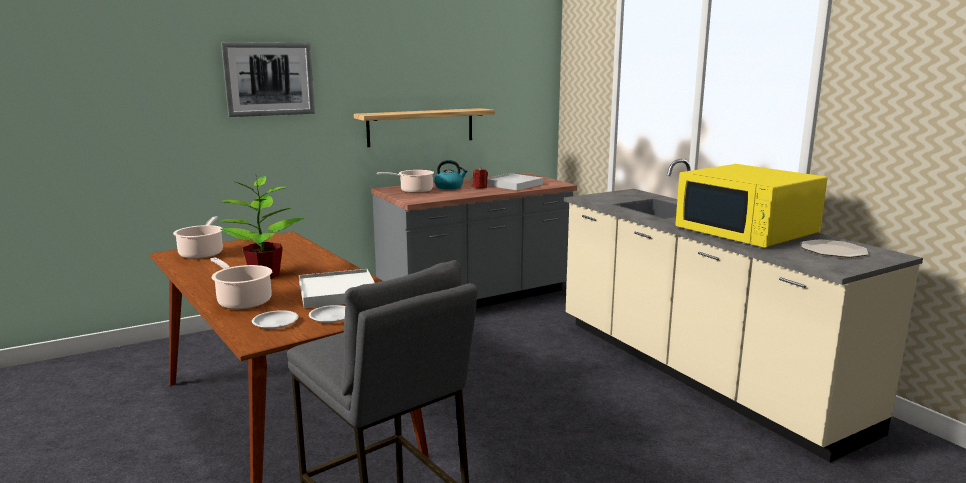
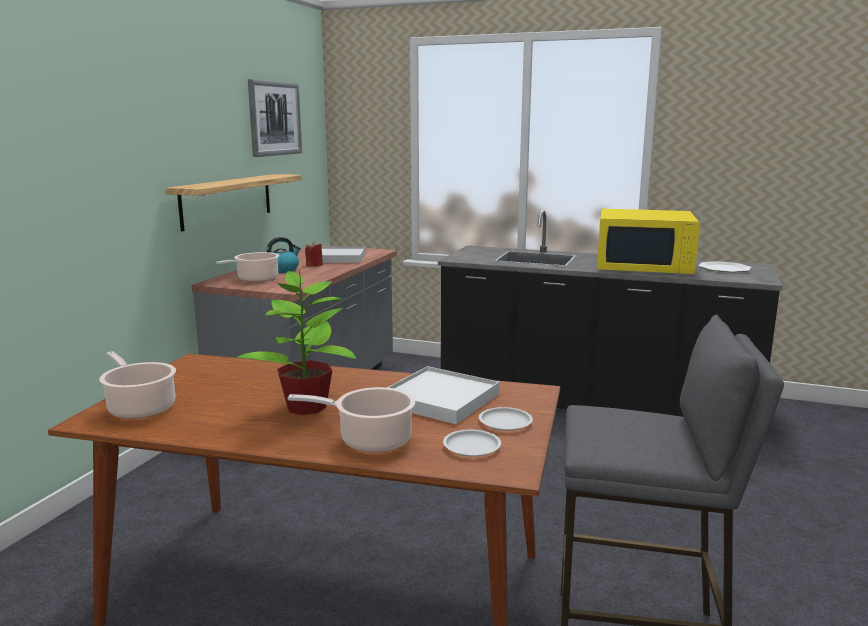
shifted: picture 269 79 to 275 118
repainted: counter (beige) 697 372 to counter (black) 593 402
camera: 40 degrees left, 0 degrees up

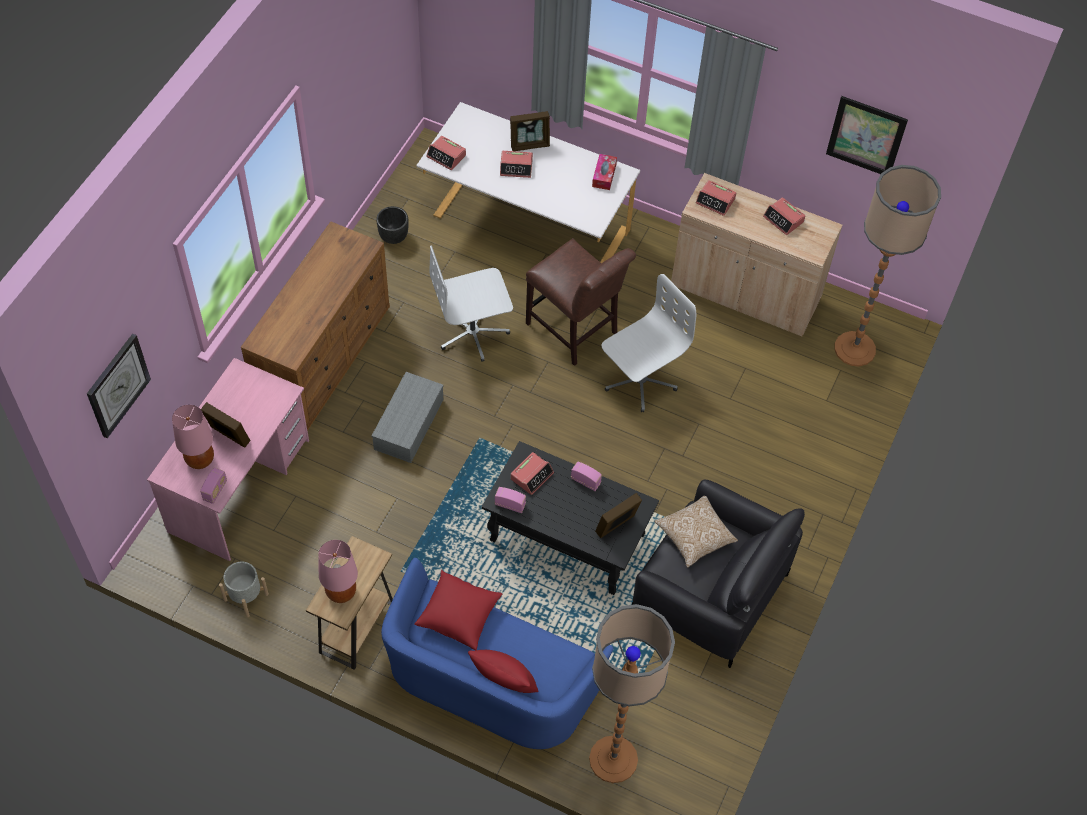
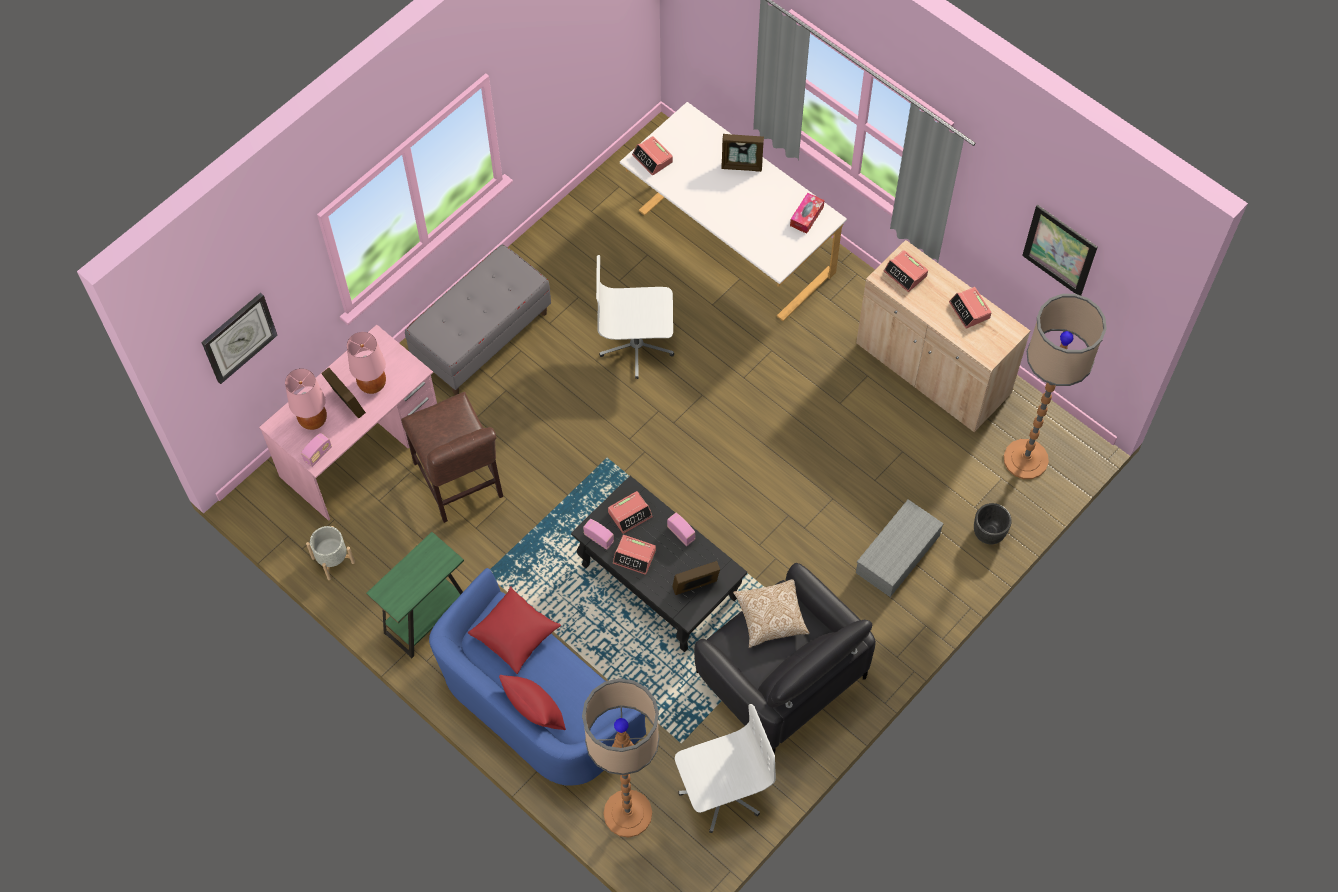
shifted: table lamp (pink) 341 593 to 372 385; chair (brown) 574 331 to 460 484; alarm clock 516 167 to 634 557; office chair (white) 639 380 to 721 791; storage box (grey) 409 425 to 897 555; planter (black) 393 237 to 988 533
swapped: dresser (brown) 324 358 to bench (grey) 482 337
repainted: side table (brown) 356 627 to side table (green) 427 617
camera: 20 degrees right, 5 degrees up

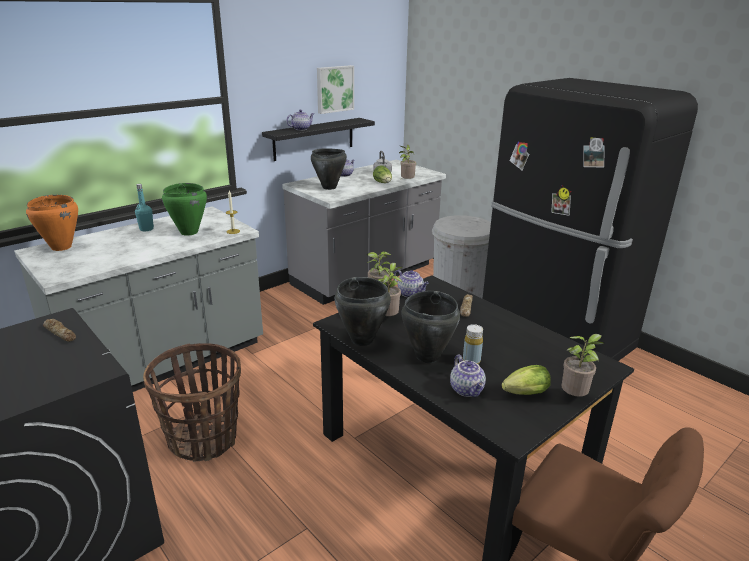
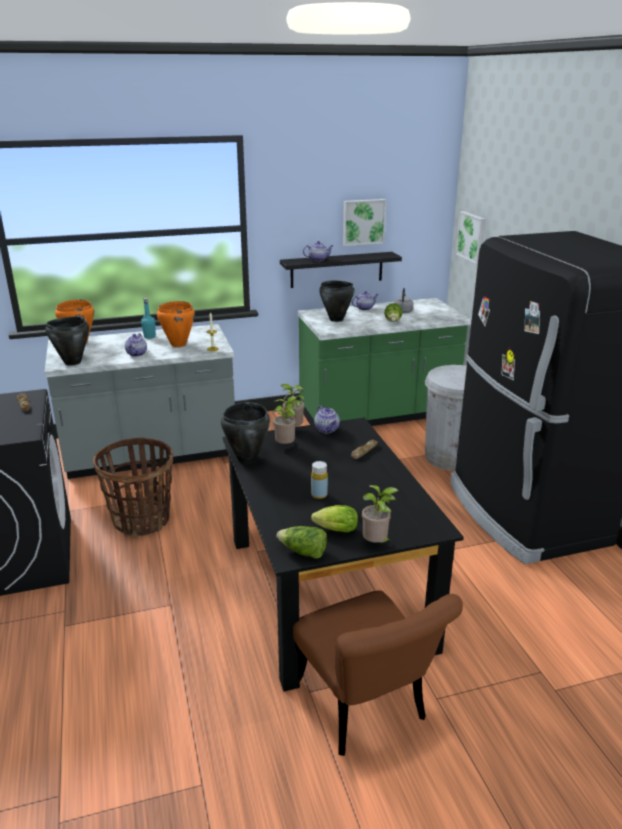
gone: potted plant 406 182
new: lettuce 303 552; picture 472 237
shifted: cooking pot (black) 427 357 to 72 362; teapot 467 390 to 137 354
repainted: cooking pot (green) 189 232 to cooking pot (orange) 178 344; counter (grey) 366 276 to counter (green) 378 414
camera: 25 degrees right, 0 degrees up

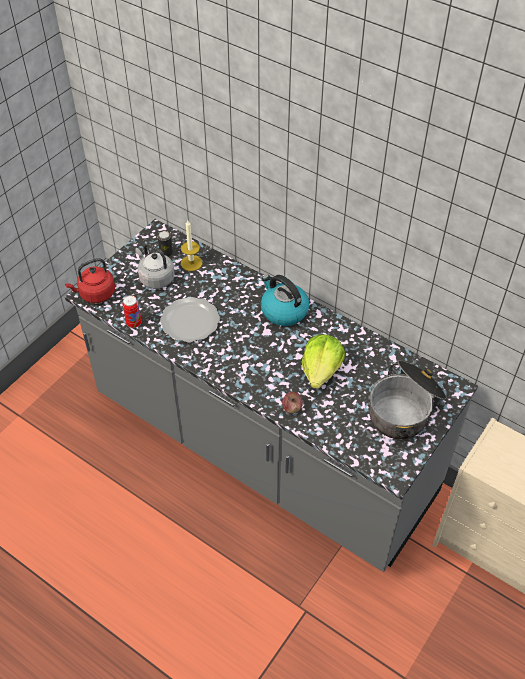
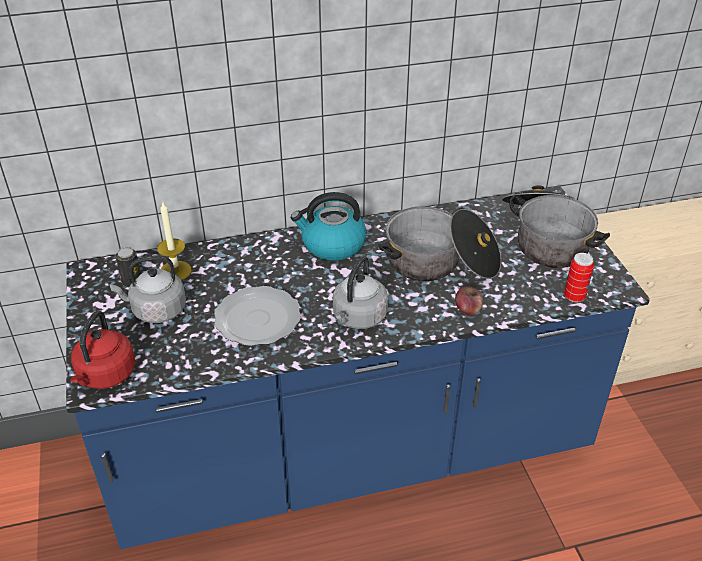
new: kettle (grey) 358 318
shifted: can 134 323 to 574 297
swapped: lettuce 321 370 to cooking pot 440 263
repainted: counter (grey) 262 447 to counter (blue) 351 452
camera: 50 degrees left, 10 degrees down

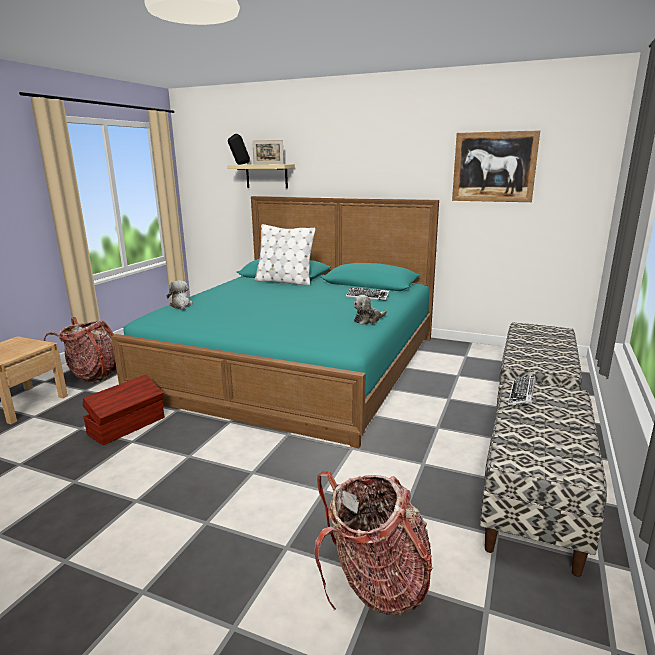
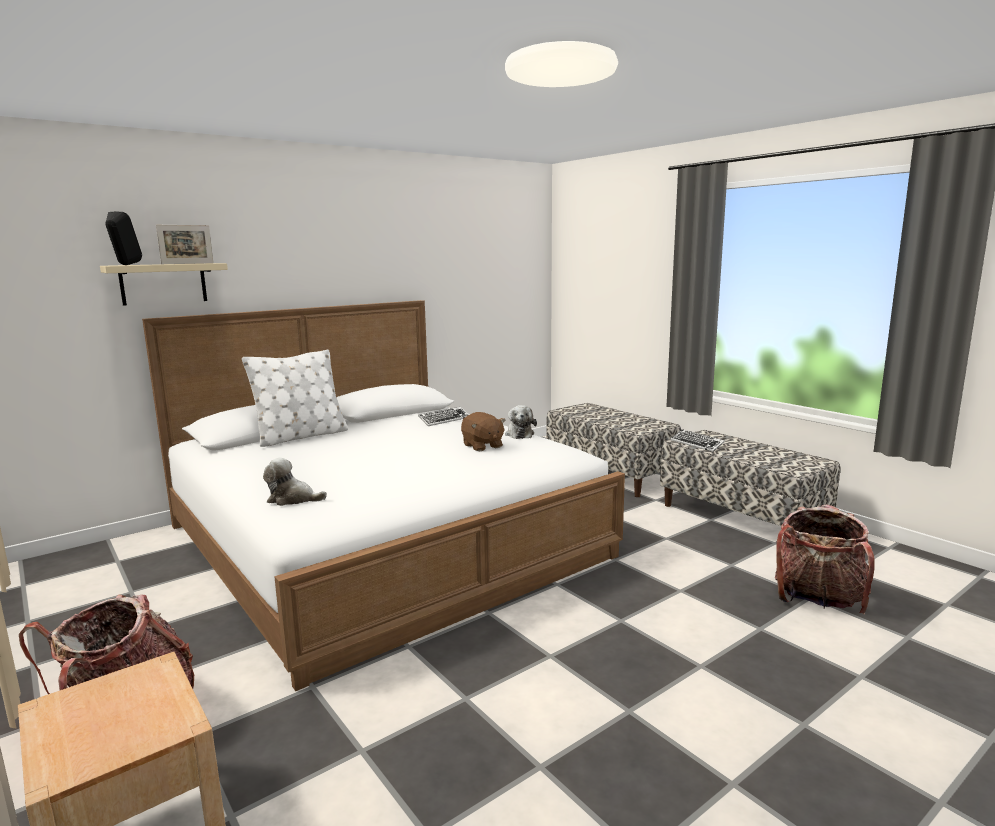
gone: storage box (brown) 128 426; picture 494 167
new: plush toy (brown) 482 446
repainted: bed (turquoise) 296 364 to bed (white) 382 540
camera: 60 degrees left, 5 degrees down

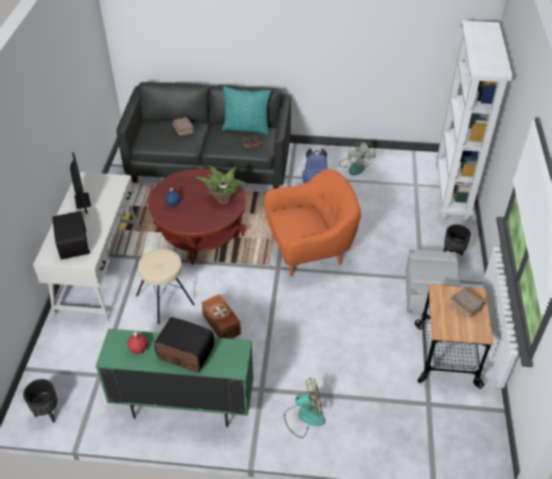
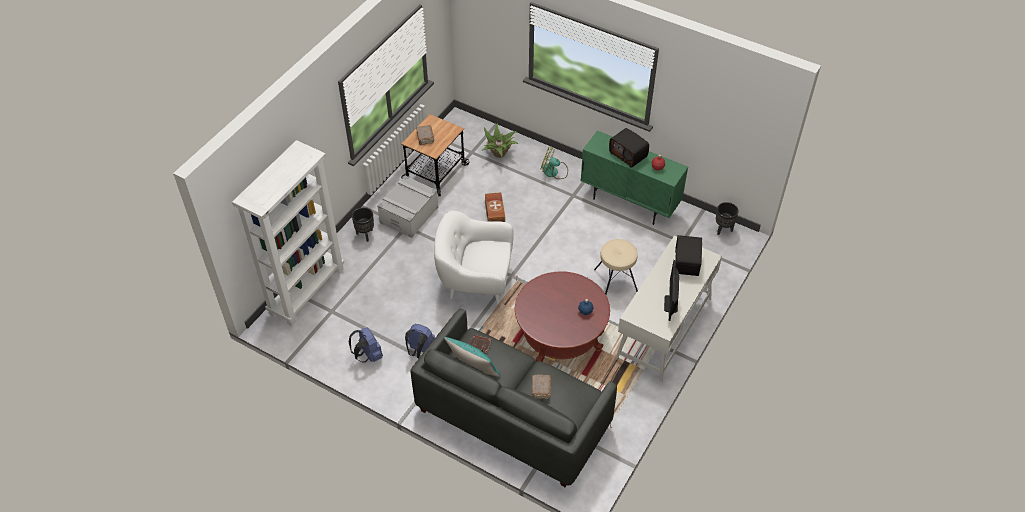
shifted: potted plant 223 198 to 499 154; storage box (brown) 221 325 to 495 215
swapped: fan 355 166 to backpack (blue) 368 355
repainted: armchair (orange) 310 251 to armchair (white) 475 281
camera: 155 degrees left, 5 degrees up

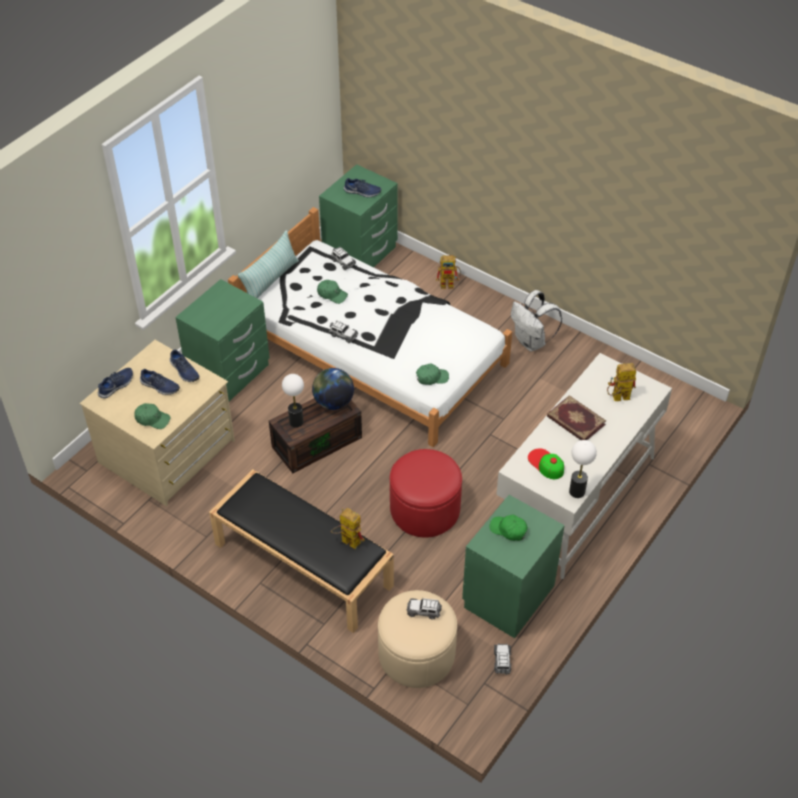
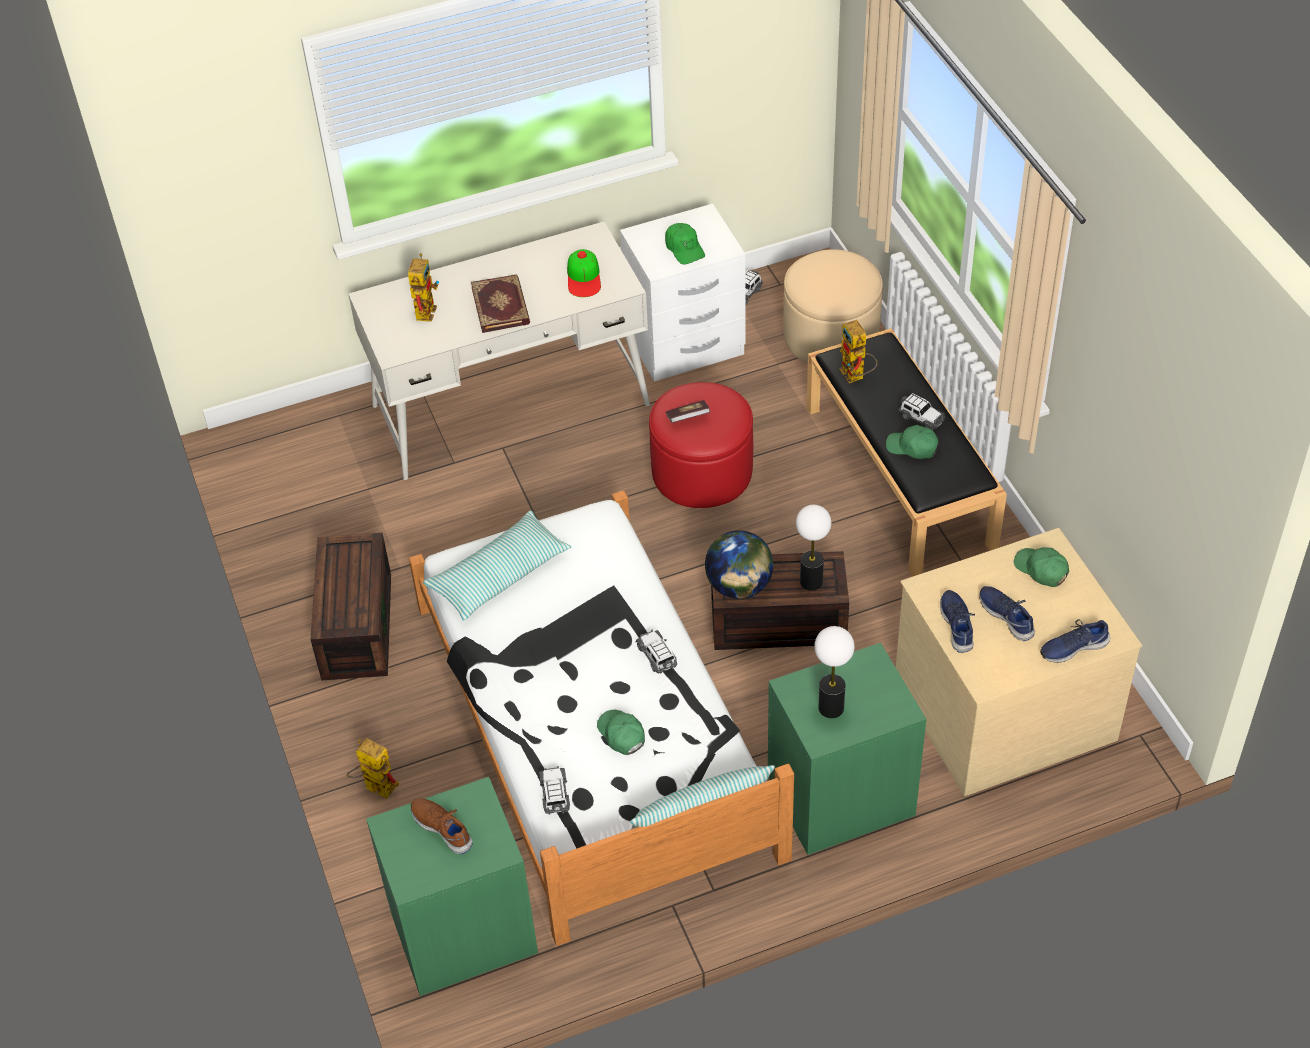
new: pillow 499 574; book 688 418
shifted: table lamp 576 491 to 831 708; cap (green) 431 377 to 912 447; toy car 424 611 to 921 418
swapped: backpack (white) 532 342 to storage box (brown) 355 624
repainted: shoe (blue) 362 192 to shoe (brown) 443 828; nightstand (green) 507 595 to nightstand (white) 685 345
rotated: toy robot 617 398 = 425 309 105 degrees counterclockwise
camera: 145 degrees left, 0 degrees up

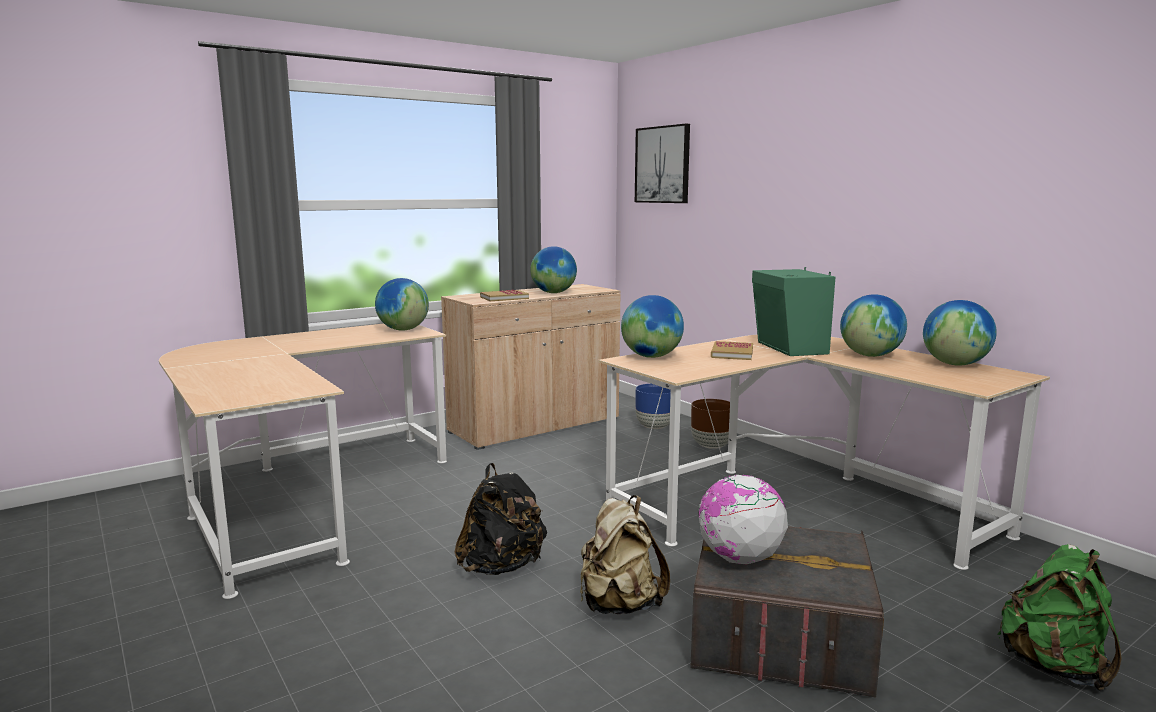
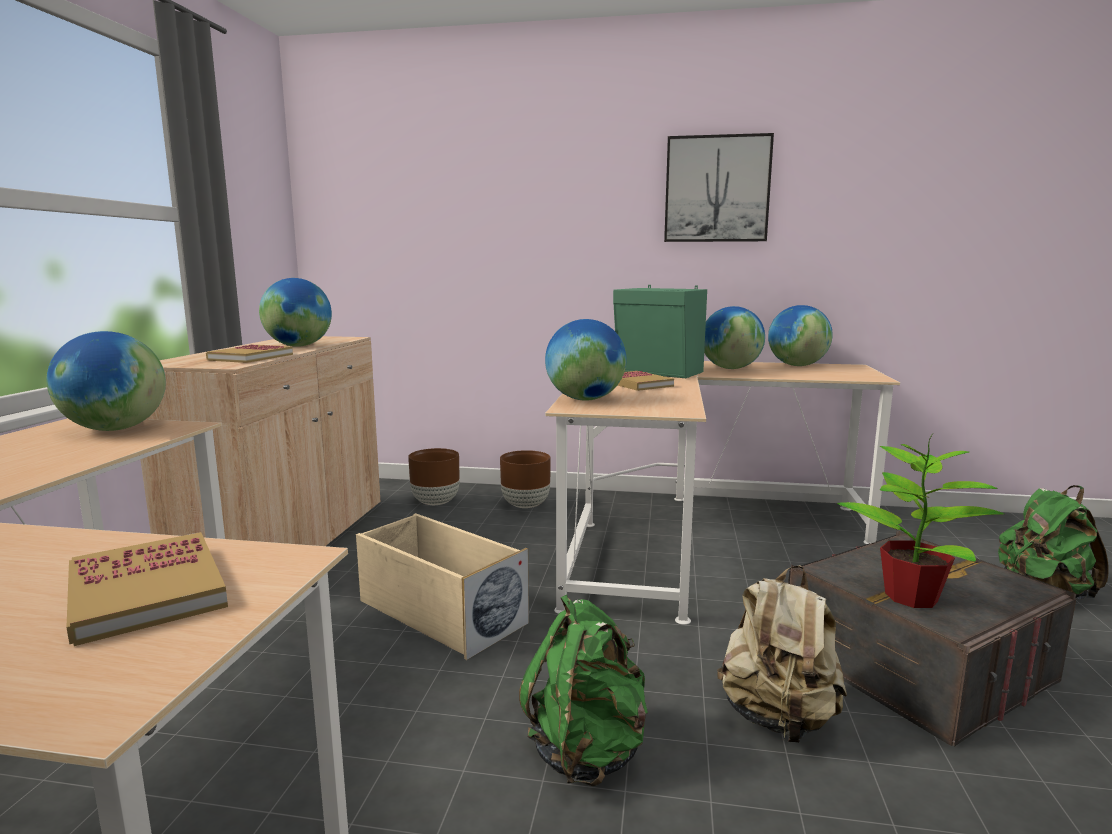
new: book 146 591; storage box (beige) 439 612
shifted: picture 663 165 to 717 189
swapped: globe 739 559 to potted plant 913 597
repainted: planter (blue) 655 427 to planter (brown) 436 502; backpack (black) 502 566 to backpack (green) 588 750
camera: 45 degrees left, 0 degrees up

